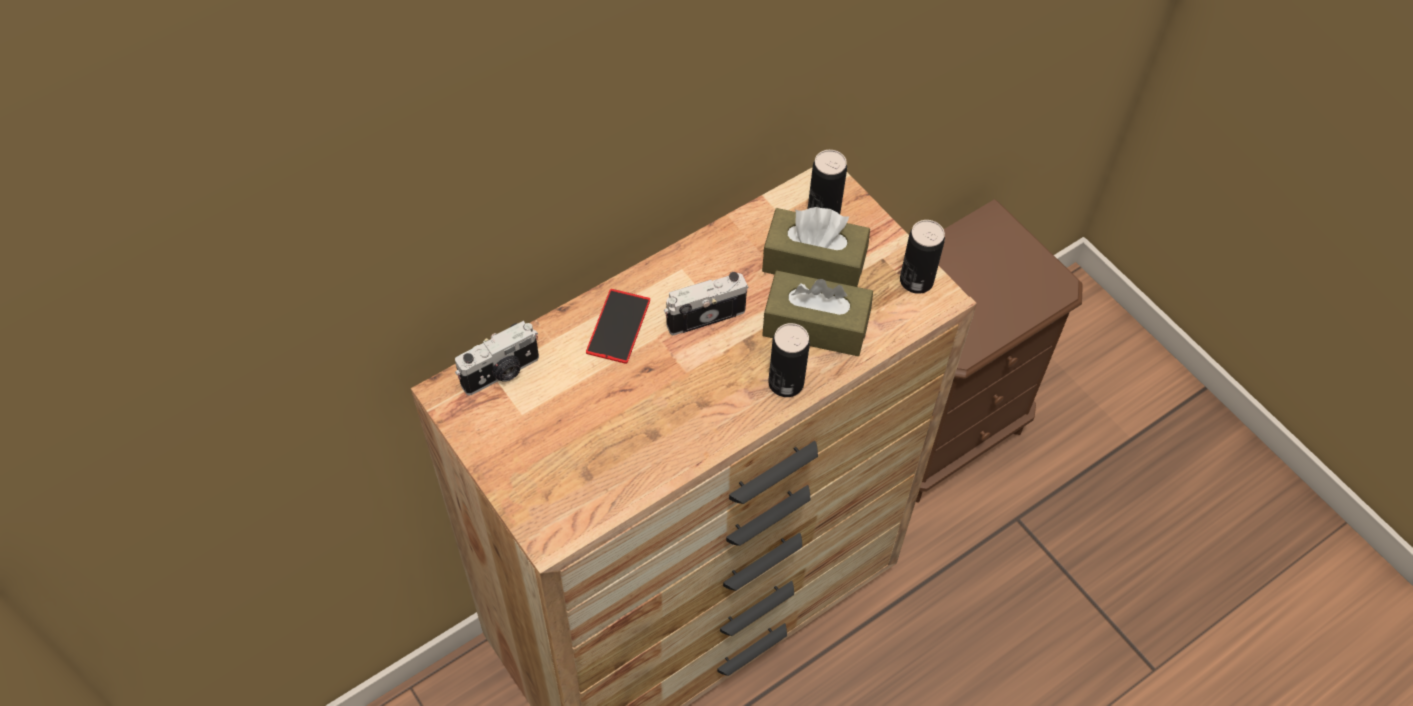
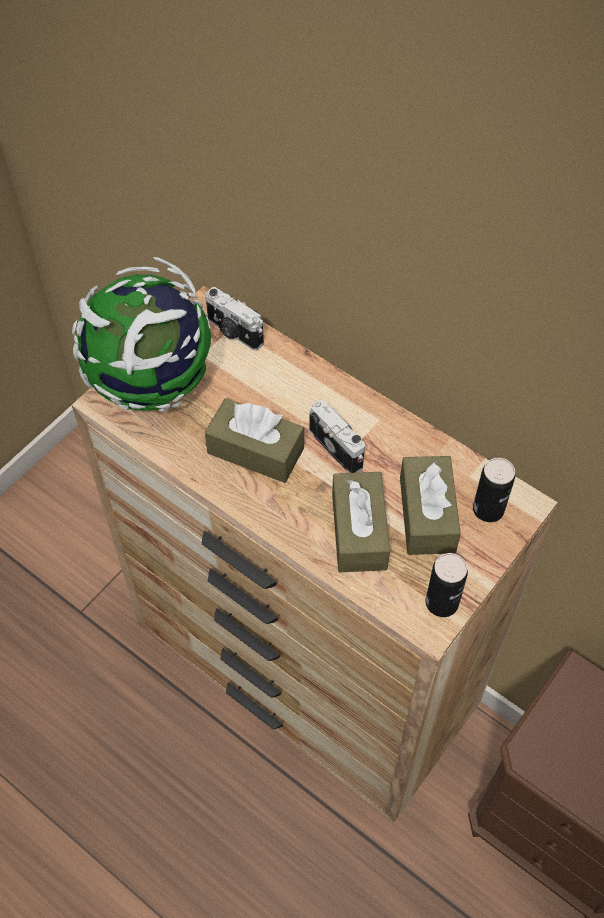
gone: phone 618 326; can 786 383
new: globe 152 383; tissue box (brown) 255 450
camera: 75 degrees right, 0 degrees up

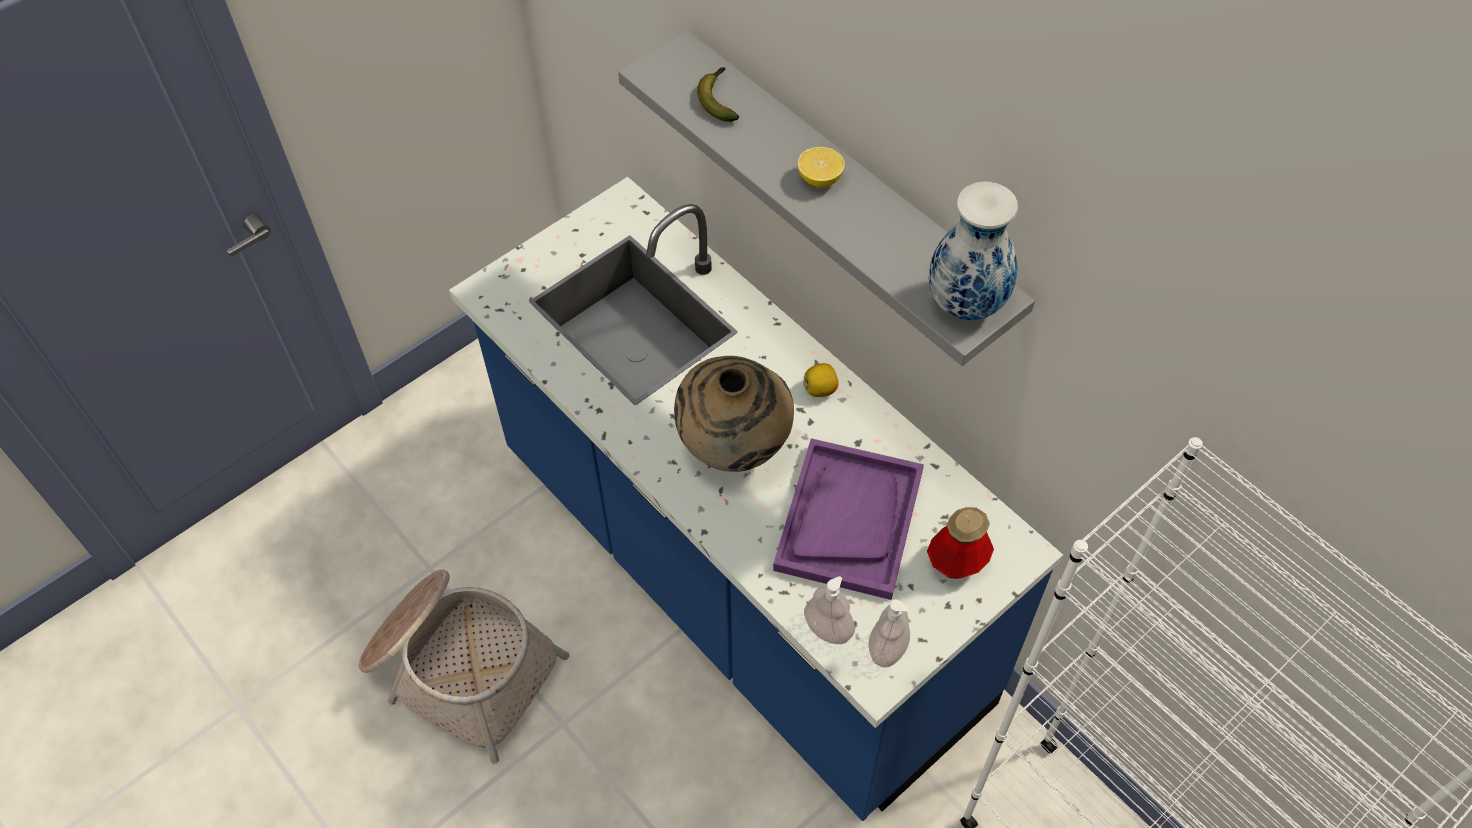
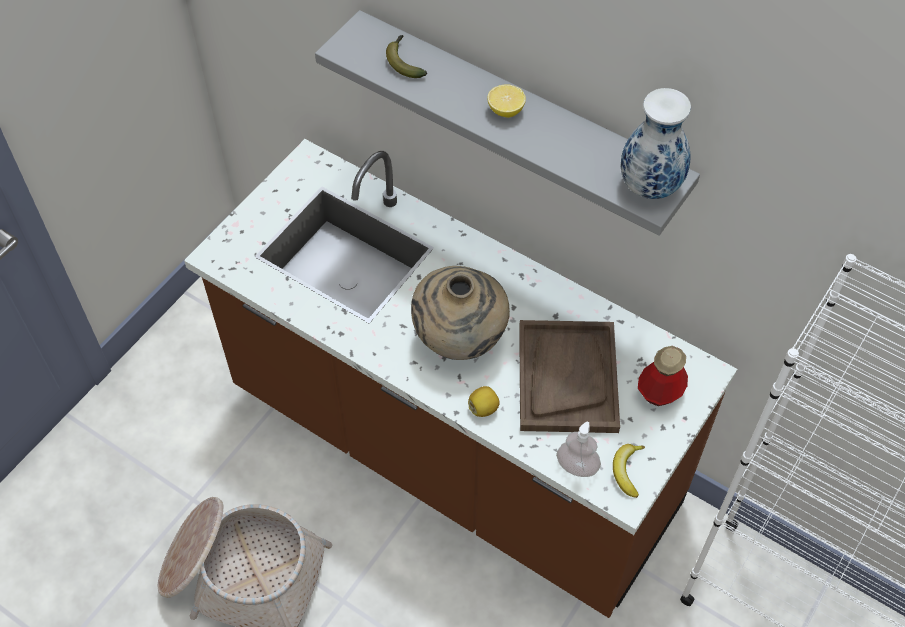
shifted: lemon 820 389 to 483 408
swapped: soap dispenser 887 648 to banana 627 471
repainted: counter (blue) 738 580 to counter (brown) 452 451; tray (purple) 849 519 to tray (brown) 567 378
camera: 15 degrees left, 0 degrees up

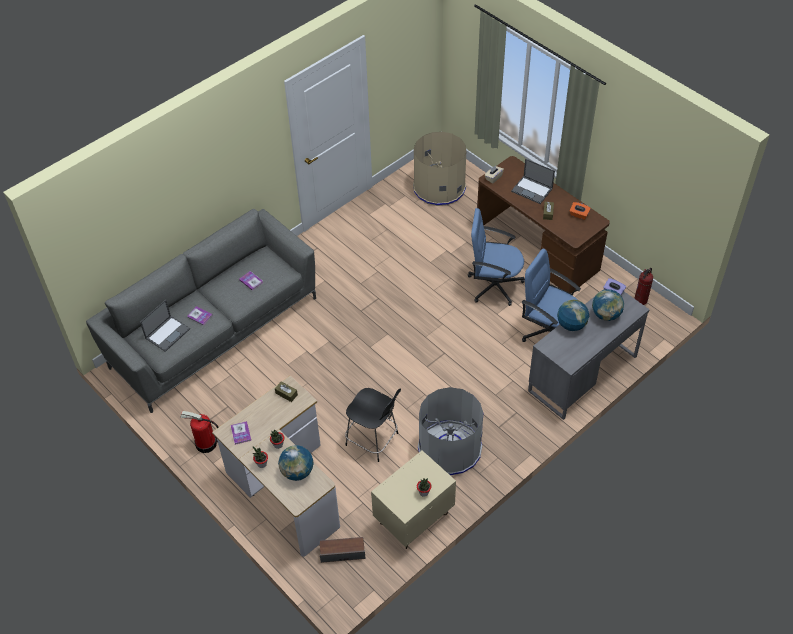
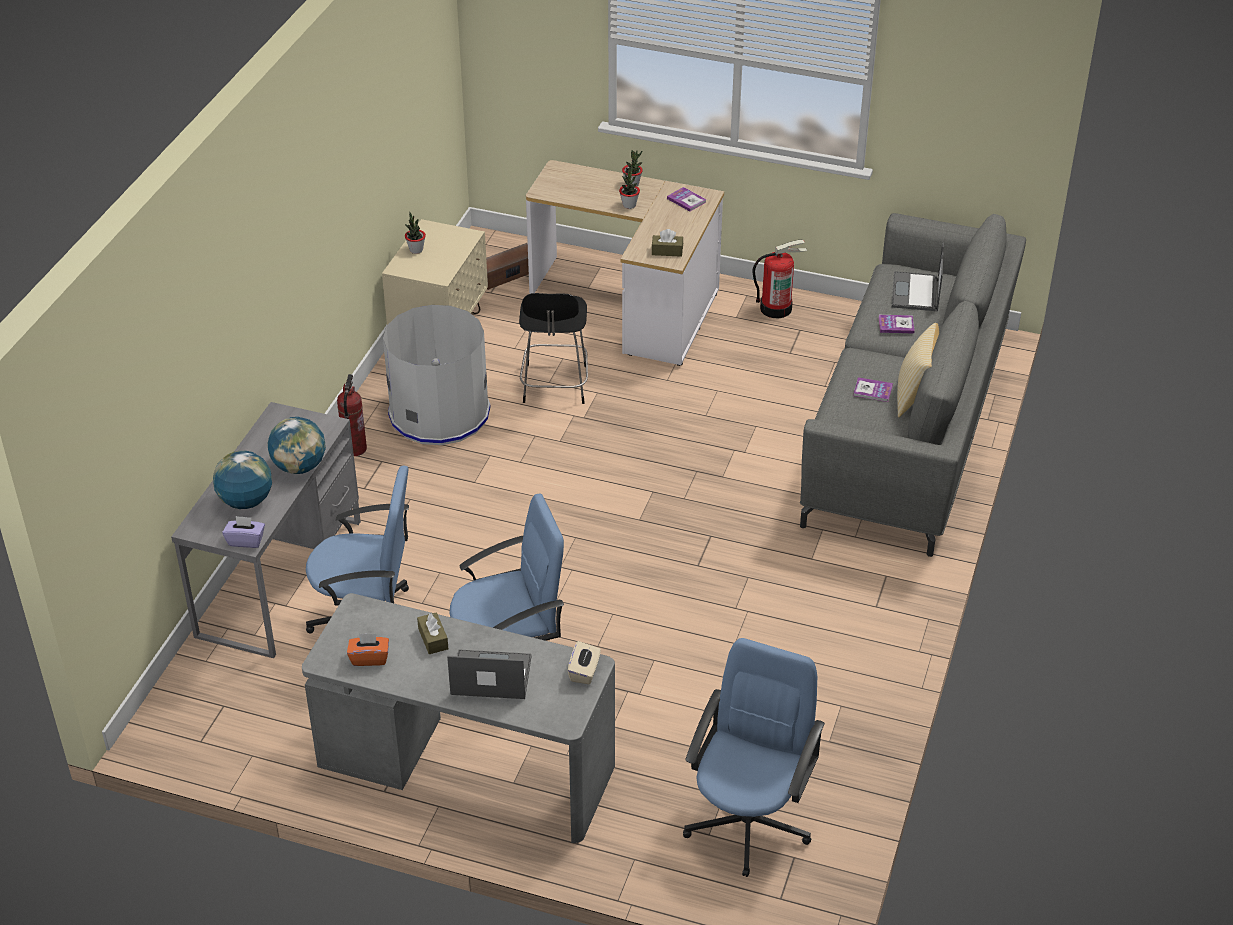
gone: globe 297 472
new: pillow 914 396
shifted: fire extinguisher 641 300 to 354 449
swapped: trash can (beige) 439 187 to office chair (blue) 748 822
repainted: desk (brown) 537 248 to desk (grey) 466 768
rotated: chair (black) 373 440 = 554 386 90 degrees counterclockwise
camera: 150 degrees right, 10 degrees down

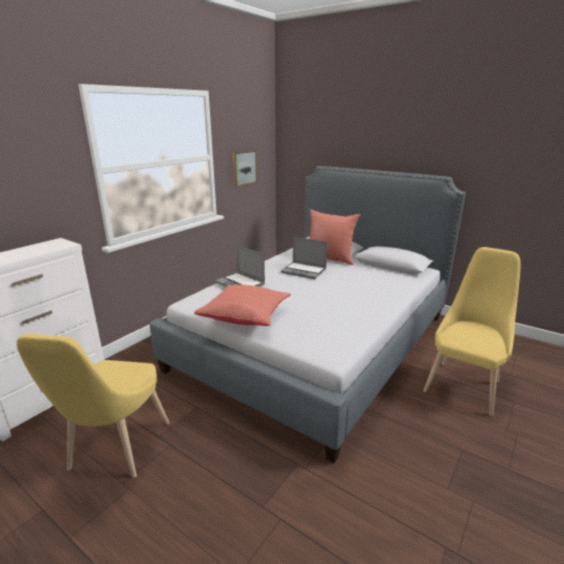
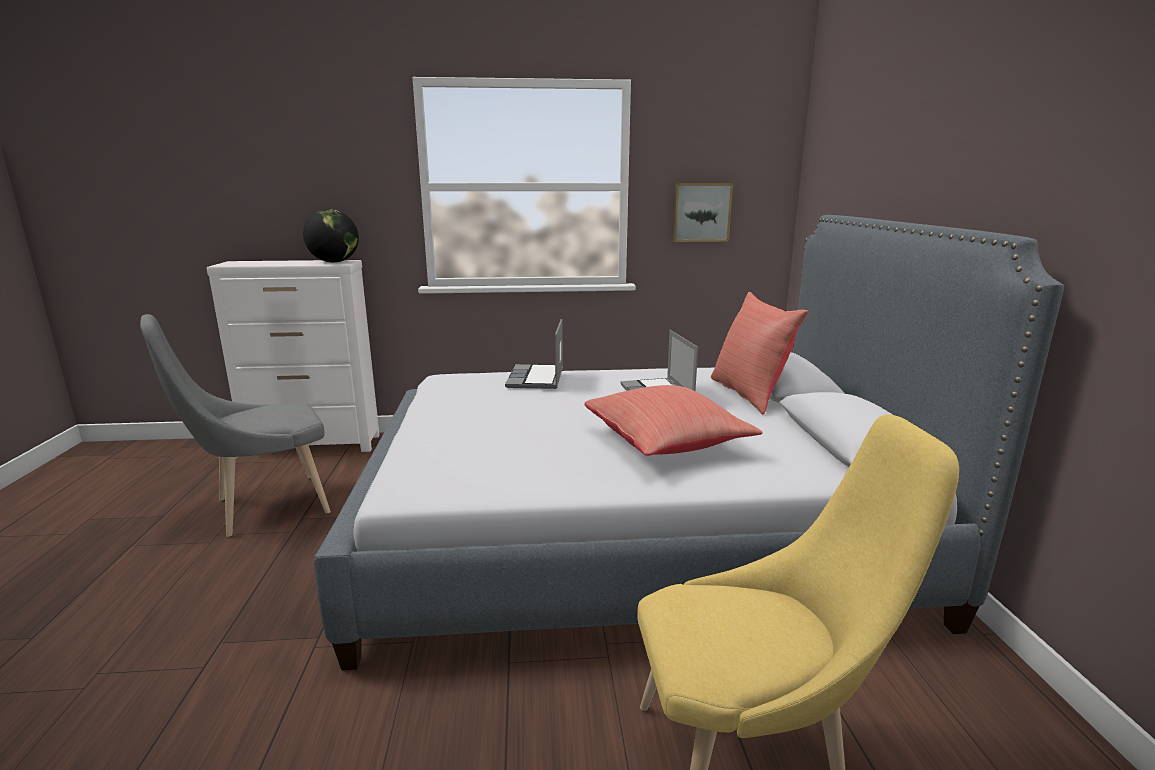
new: globe 334 262
shifted: pillow (red) 246 317 to 667 444
repainted: chair (yellow) 116 450 to chair (grey) 263 508
camera: 50 degrees right, 5 degrees down

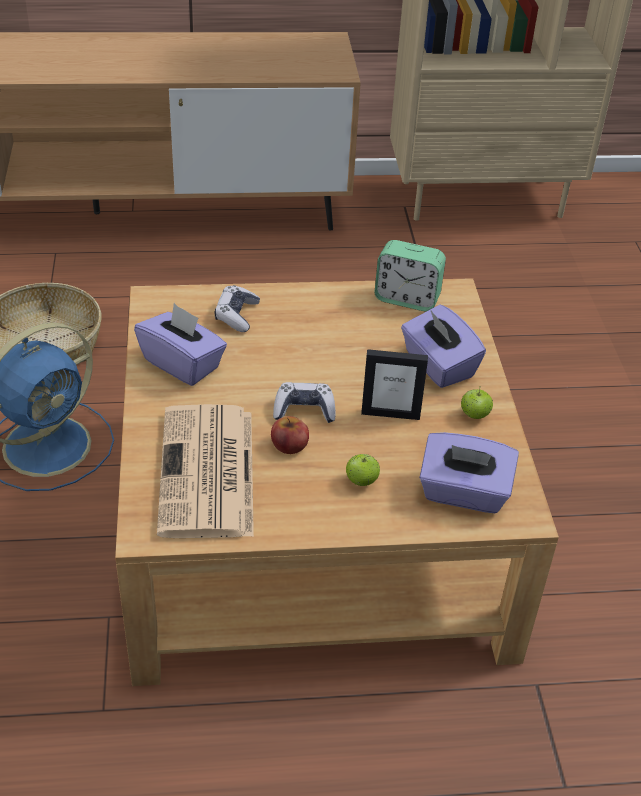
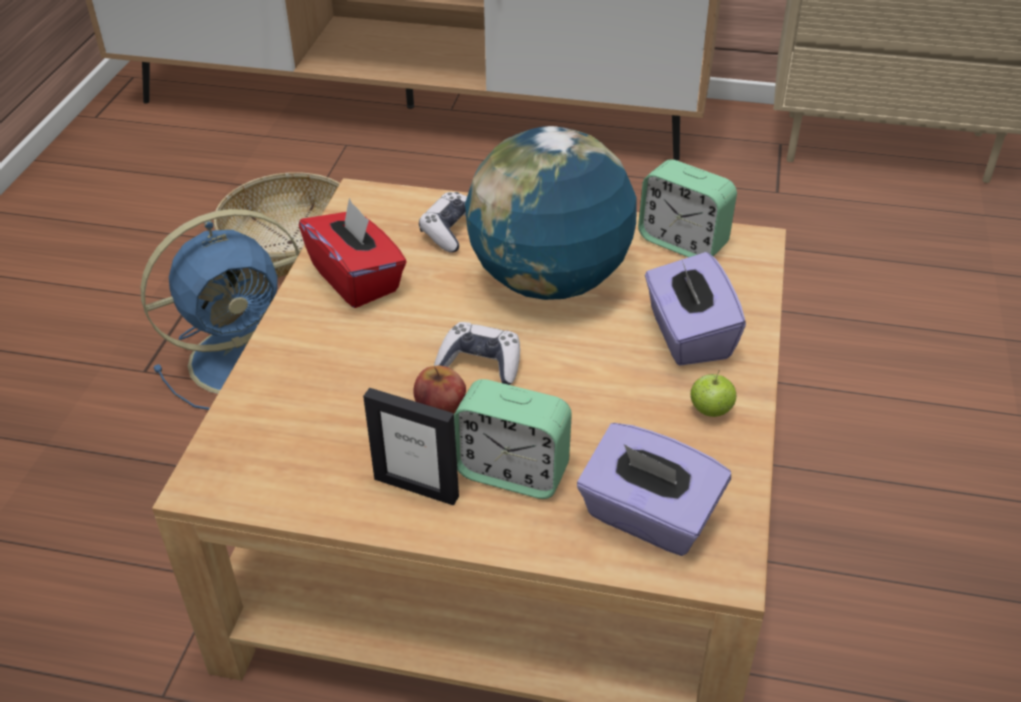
gone: newspaper 208 474
new: globe 549 281
shifted: picture frame 390 414 to 416 487
swapped: apple 361 481 to alarm clock 513 472
repainted: tissue box (purple) 182 363 to tissue box (red) 357 279
camera: 20 degrees right, 0 degrees up

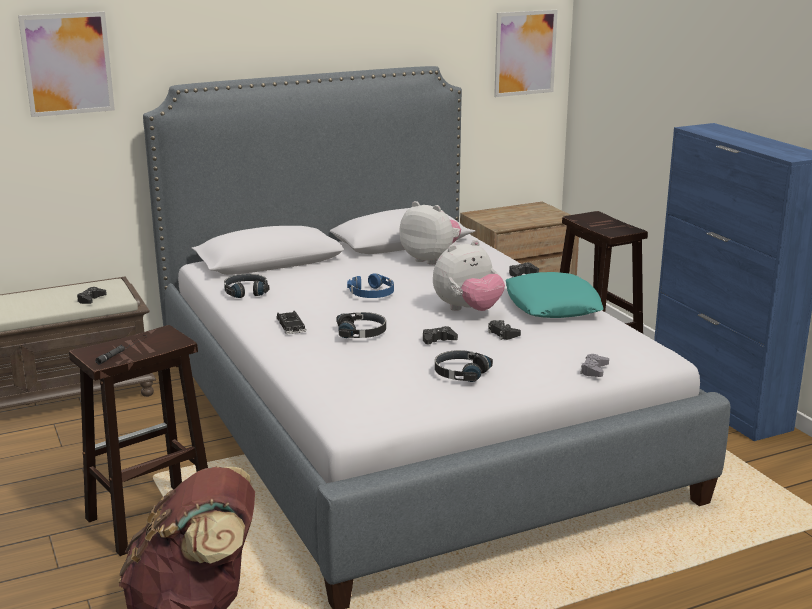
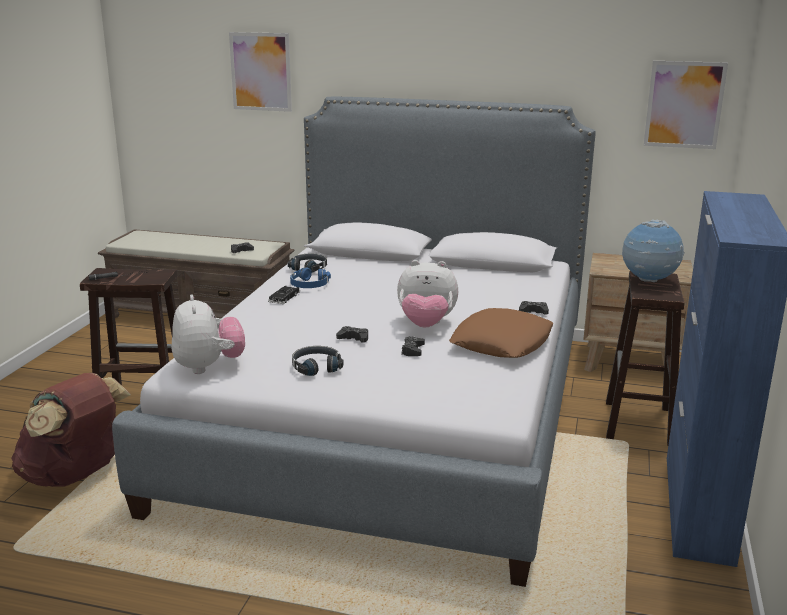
gone: headphones (black) 362 332; game controller (grey) 594 370
new: globe 649 281
shifted: plush toy 430 259 to 209 367; headphones (blue) 372 294 to 309 285
repainted: pillow (turquoise) 552 305 to pillow (brown) 502 342
camera: 40 degrees right, 0 degrees up

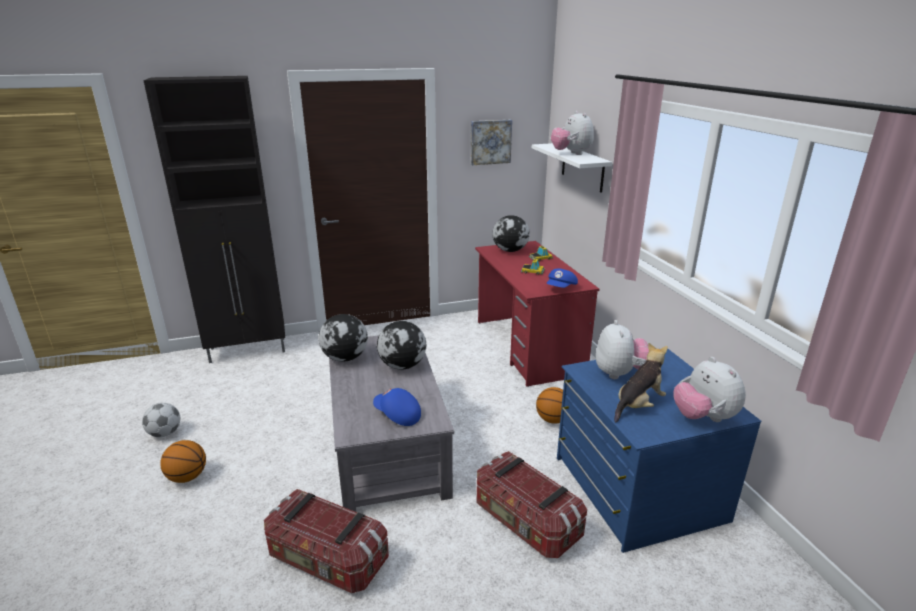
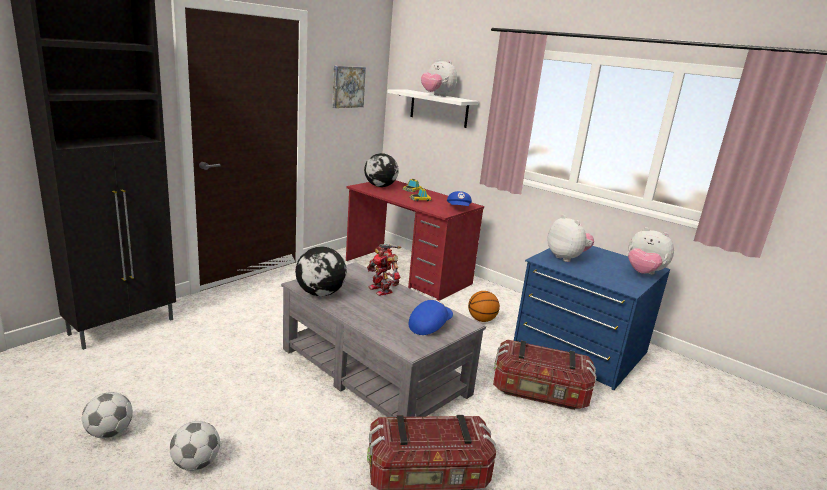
gone: plush toy 638 405
swapped: basketball 187 477 to football 196 463; globe 403 366 to toy robot 382 289
rotated: cap (blue) 397 415 = 429 326 135 degrees clockwise
camera: 35 degrees left, 5 degrees down

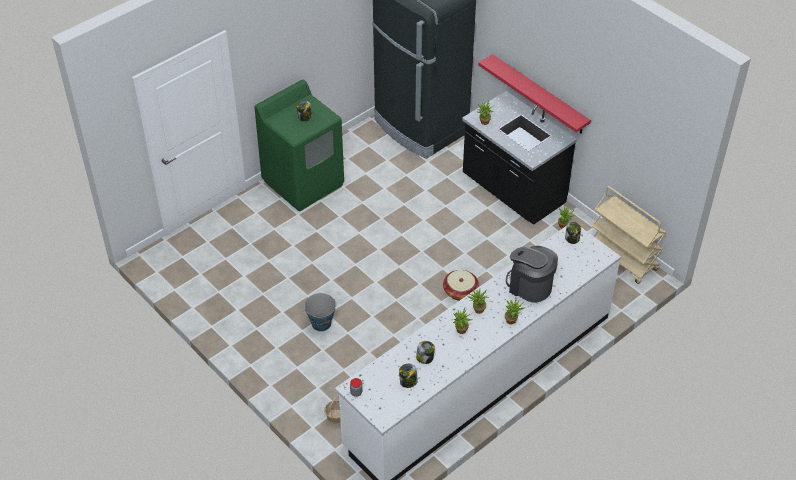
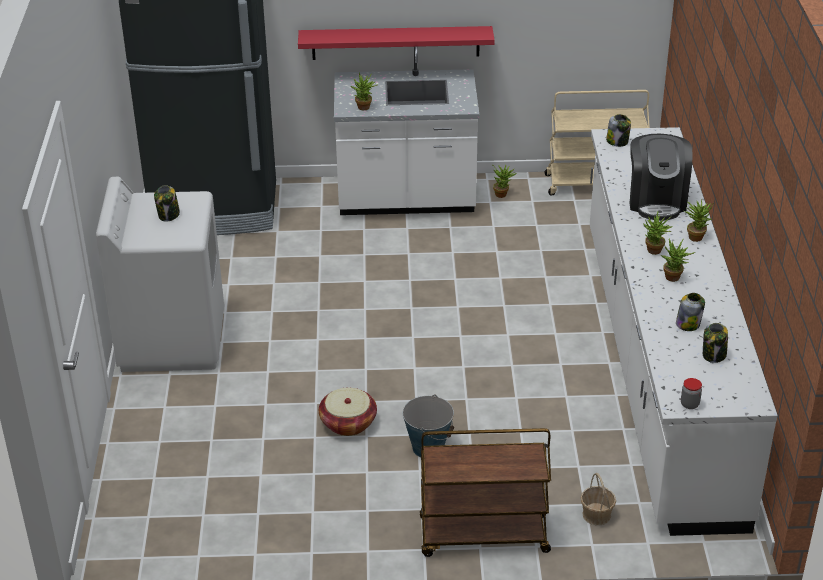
new: cart (brown) 482 536
shifted: basket 460 291 to 348 423
repainted: washing machine (green) 303 182 to washing machine (white) 172 340; counter (black) 512 191 to counter (white) 406 199
rotated: coffee machine 529 286 = 656 200 75 degrees counterclockwise
camera: 50 degrees left, 10 degrees down

